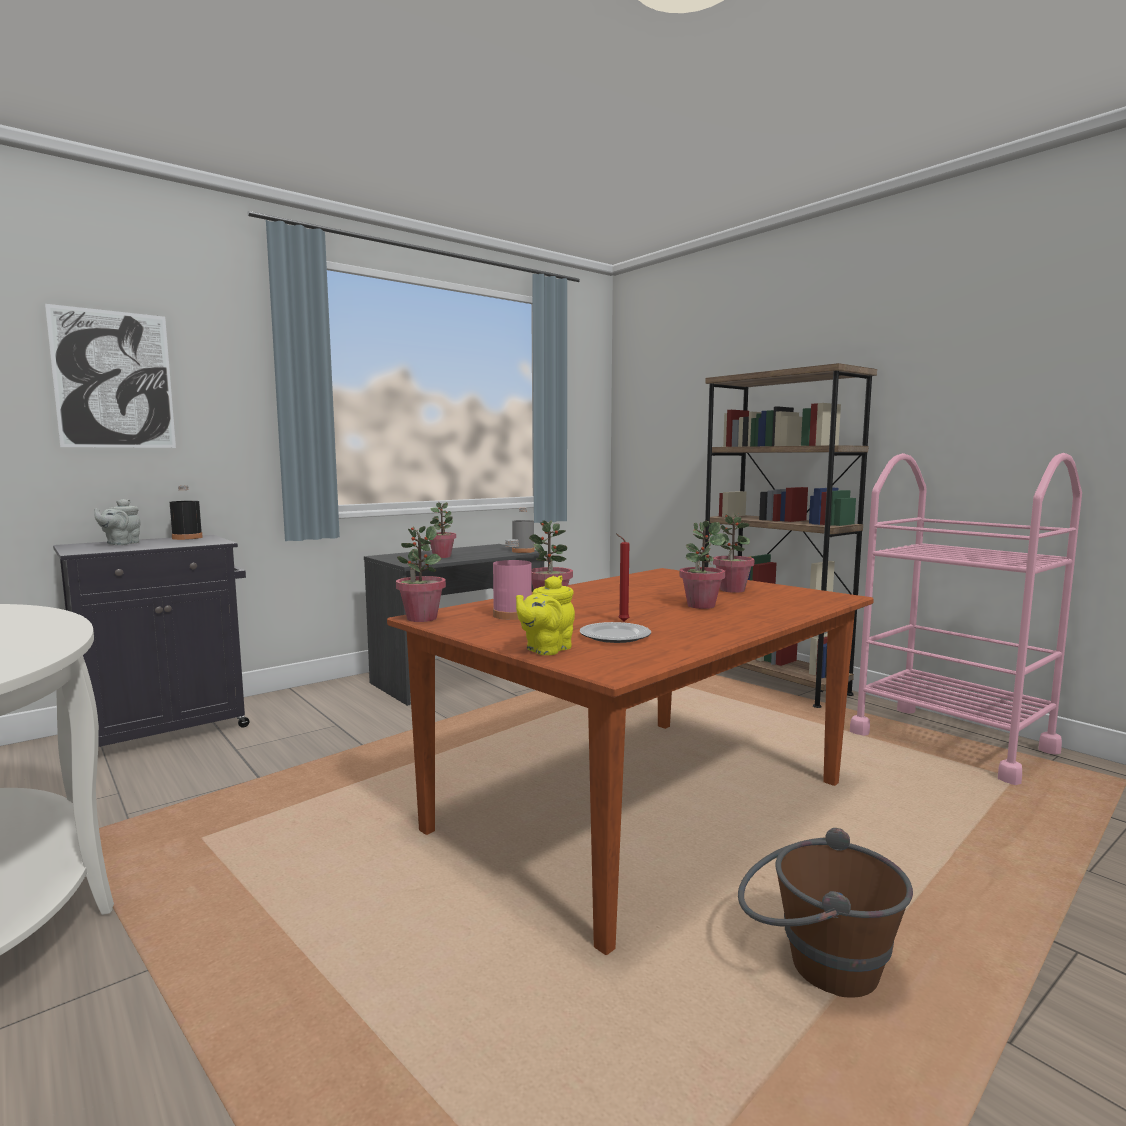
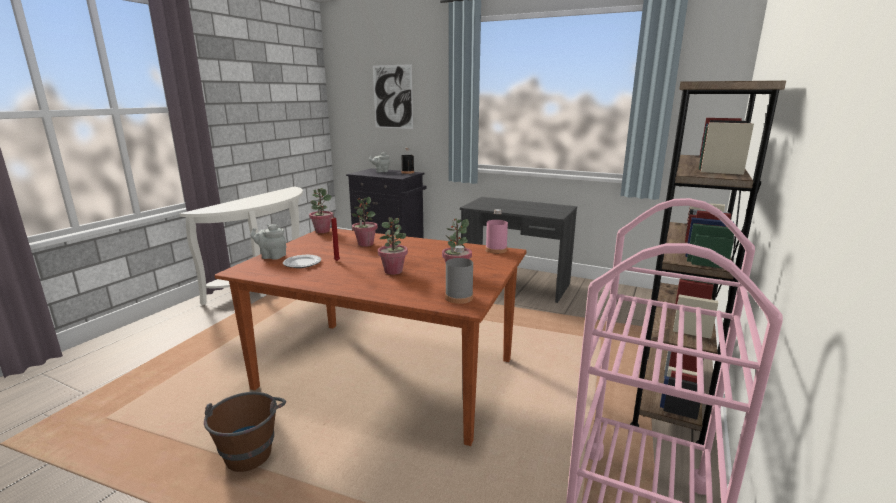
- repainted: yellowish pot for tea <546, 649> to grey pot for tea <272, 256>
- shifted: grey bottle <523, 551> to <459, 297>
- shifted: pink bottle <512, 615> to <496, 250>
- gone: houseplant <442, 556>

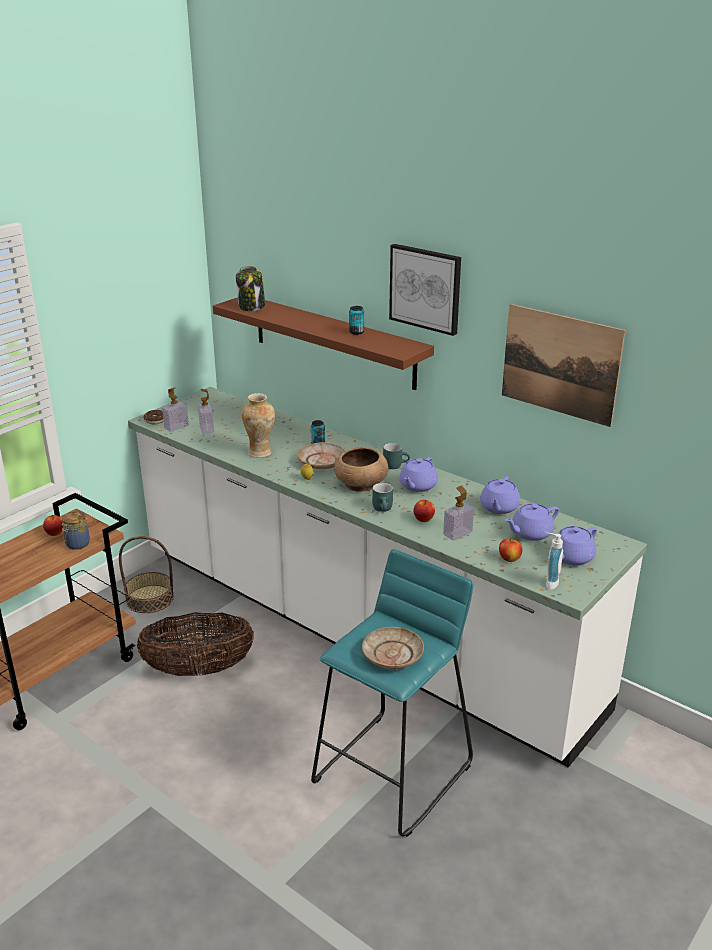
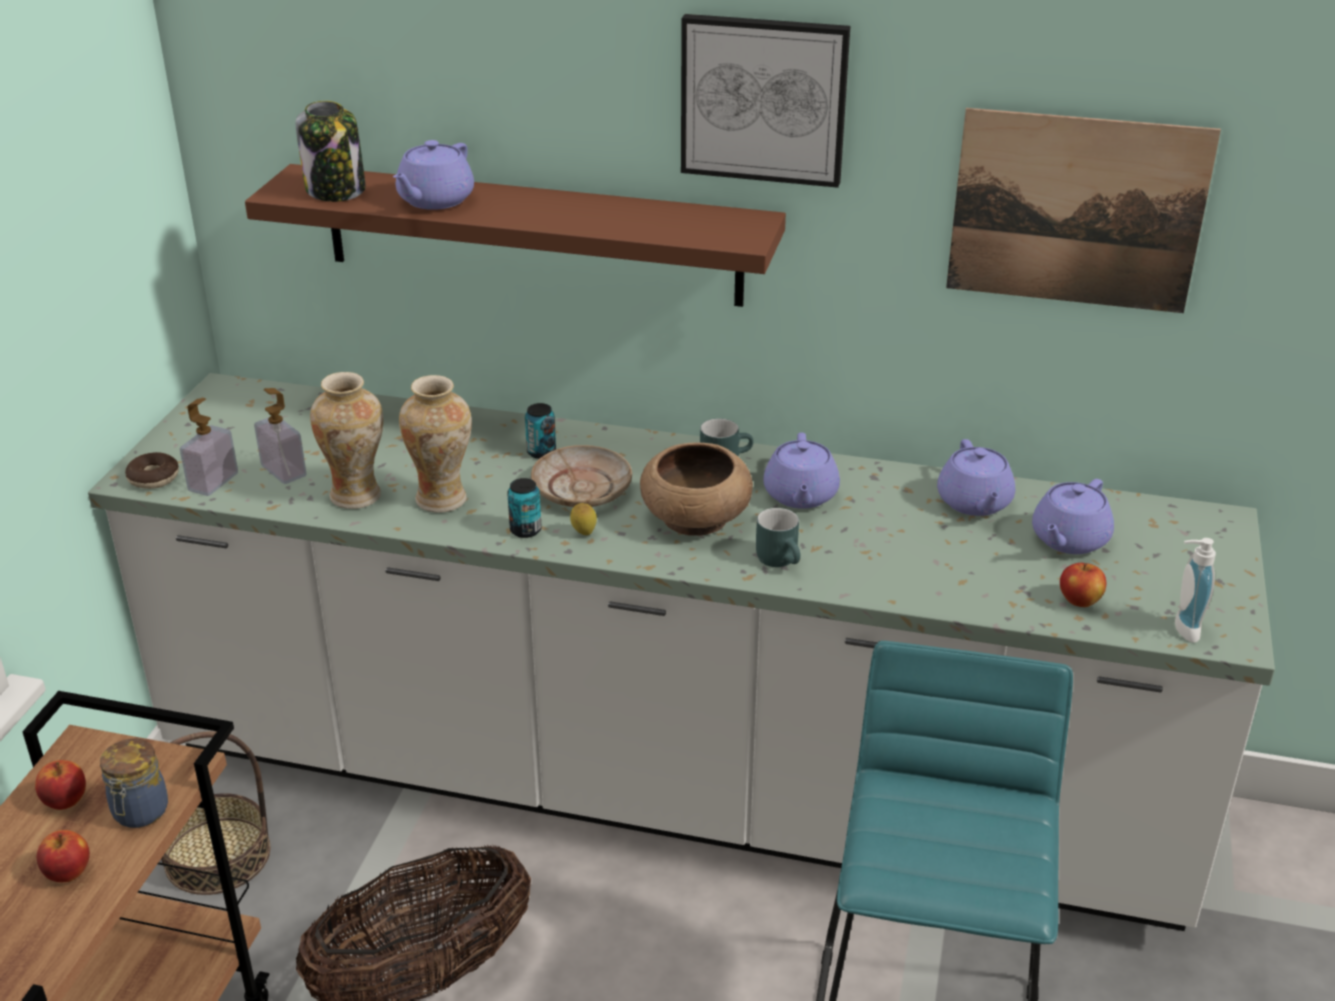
- shifted: apple fruit <423, 519> to <68, 873>
- new: decorative vase <357, 496>
- shifted: purple pot for tea <571, 557> to <434, 201>
- shifted: can <356, 332> to <525, 530>
- gone: beige dinner plate <392, 655>
- gone: liquid soap bottle <457, 533>

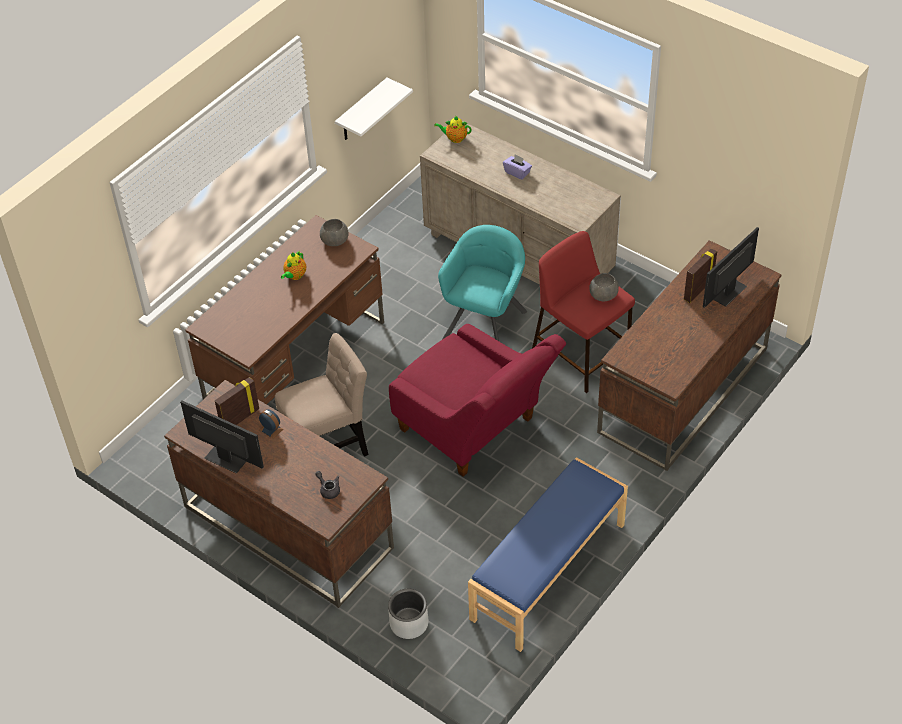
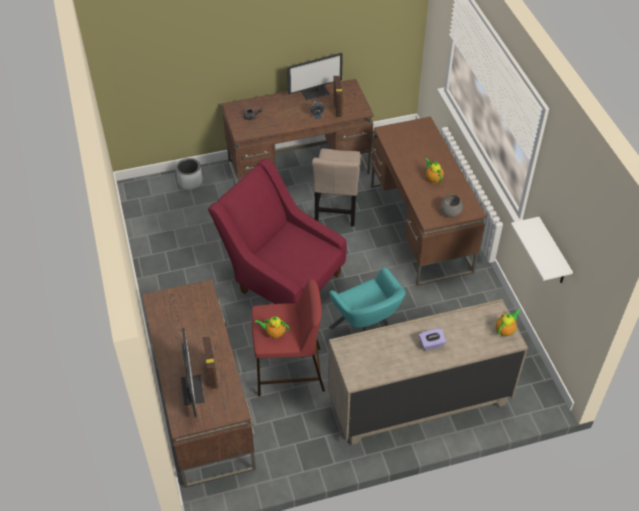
- rotated: red-coloured easy chair <475, 431> = <283, 278> 45 degrees clockwise
- swapped: grey serving bowl <603, 295> to pot for tea <274, 333>
- gone: blue long seat <549, 572>

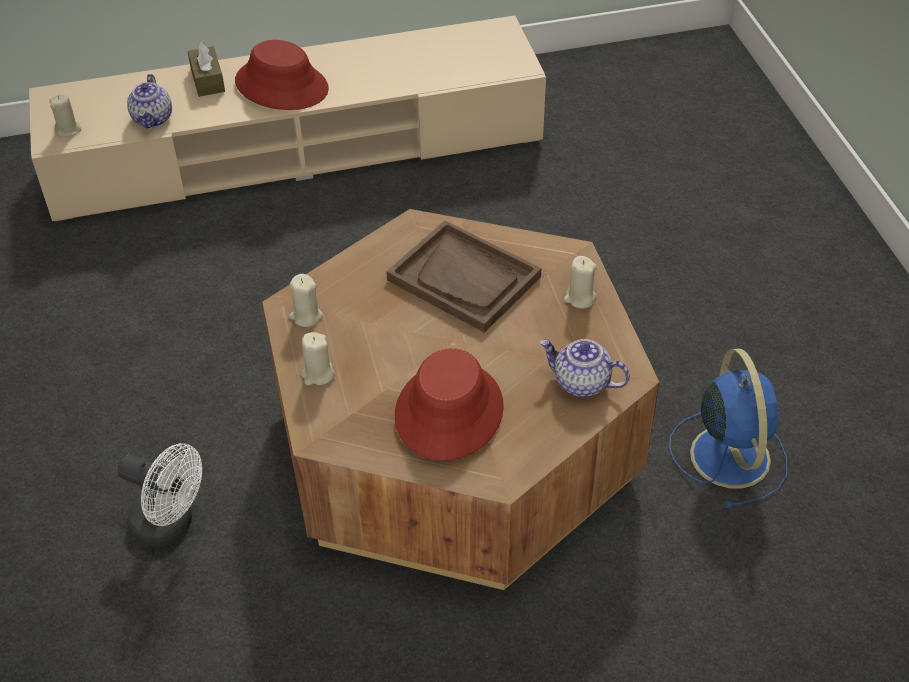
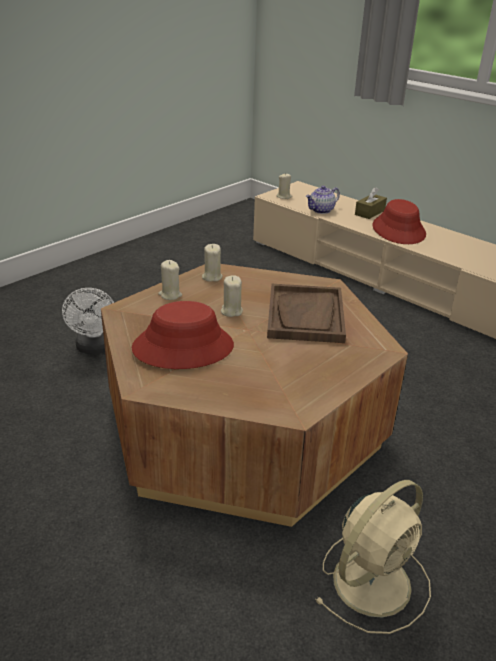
- shifted: beige wax light <579, 298> to <231, 311>
- repainted: blue fan <728, 453> to beige fan <374, 580>
- gone: pot for tea <581, 383>

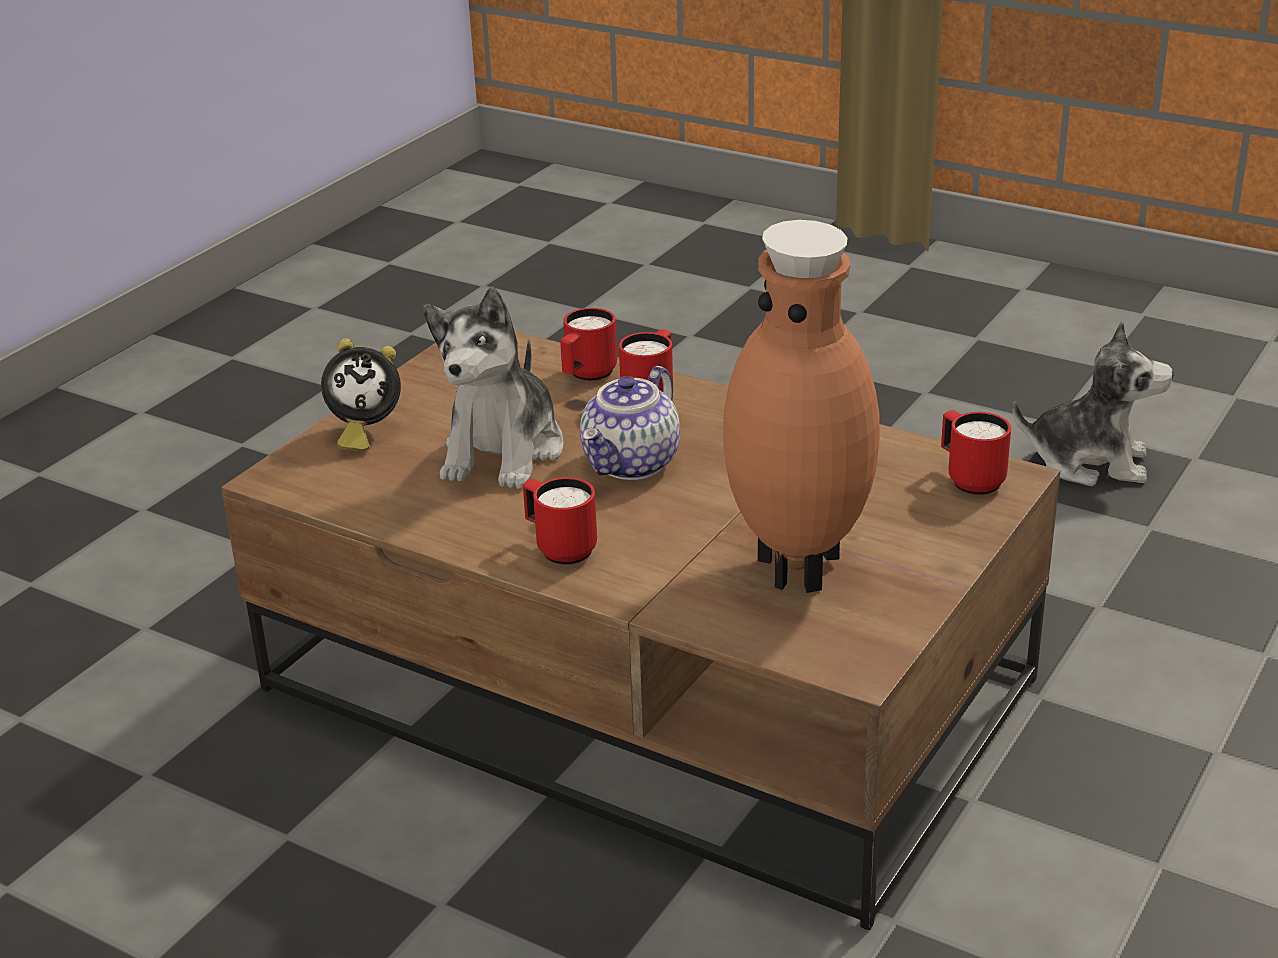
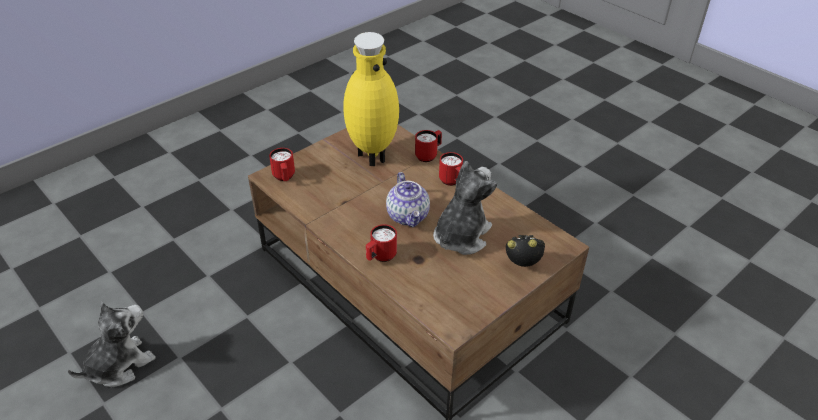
- rotated: soft toy <1089, 462> = <119, 365> 105 degrees clockwise
- repainted: brown-coloured decorative vase <801, 567> to yellowish decorative vase <371, 156>
- rotated: pot for tea <632, 464> = <408, 216> 120 degrees clockwise
- shifted: red-coloured coffee mug <587, 375> to <428, 155>

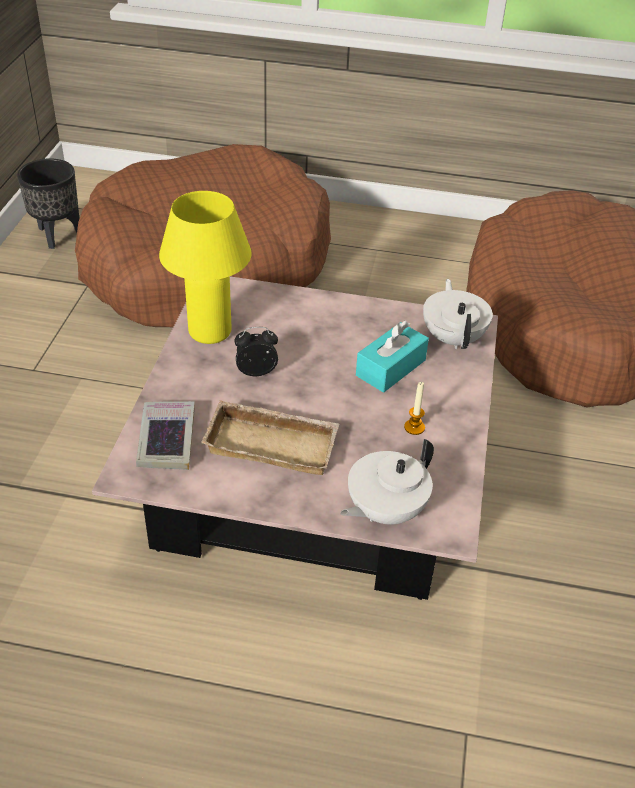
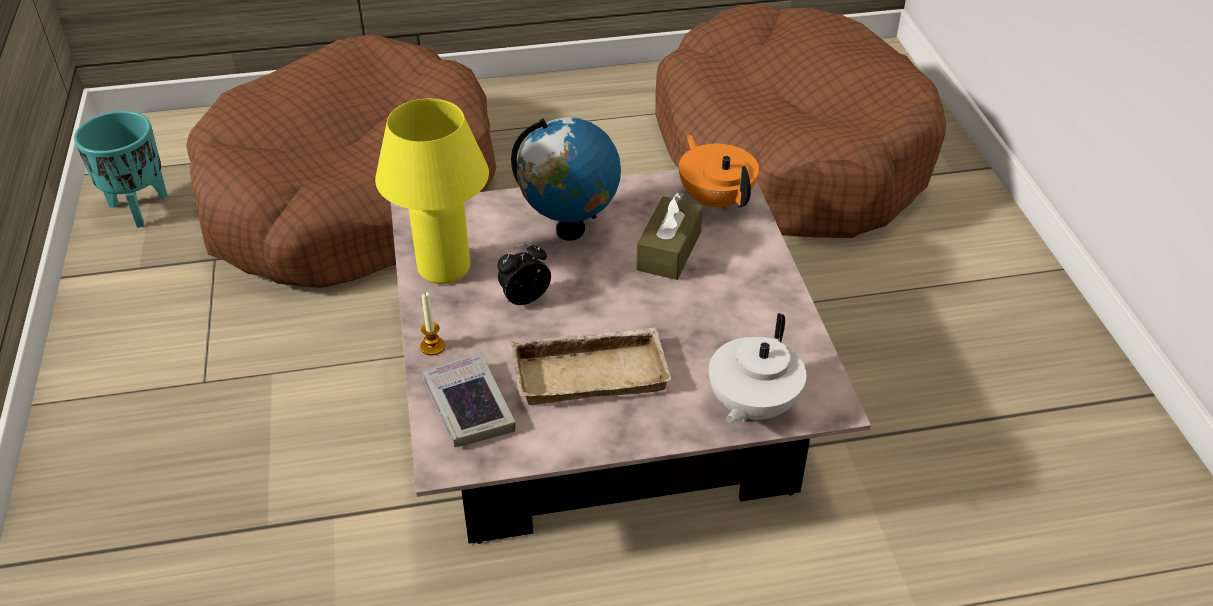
- repainted: black-coloured planter <58, 235> to blue-green planter <140, 208>
- shifted: wax light <414, 427> to <432, 346>
- new: desk globe <570, 230>
- repainted: blue-green tissue holder <390, 368> to brown-coloured tissue holder <669, 250>
- repainted: white pot for tea <453, 338> to orange-coloured pot for tea <716, 199>

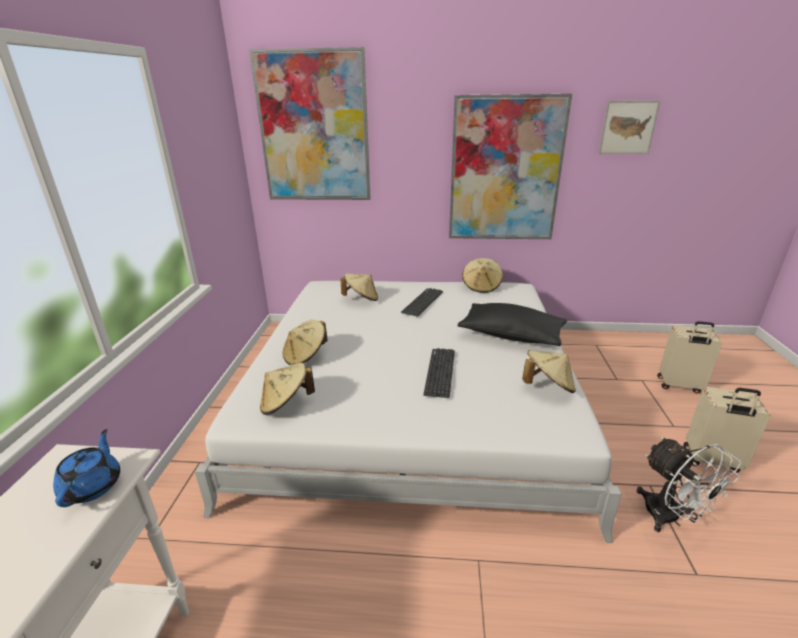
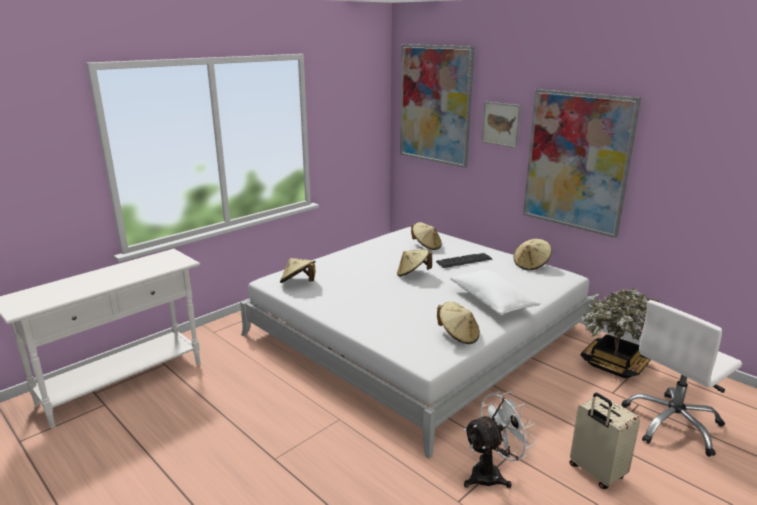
- shifted: beige wearable hat <305, 356> to <412, 274>
- repainted: black-coloured pillow <511, 336> to white pillow <492, 302>
- rotated: white fan <670, 518> = <492, 474> 135 degrees counterclockwise
- shifted: wall picture <628, 127> to <501, 124>
- new: houseplant <613, 364>
- swapped: beige travel case <679, 385> to white desk chair <673, 424>
- gone: blue pot for tea <93, 486>
- gone: keyboard <440, 372>

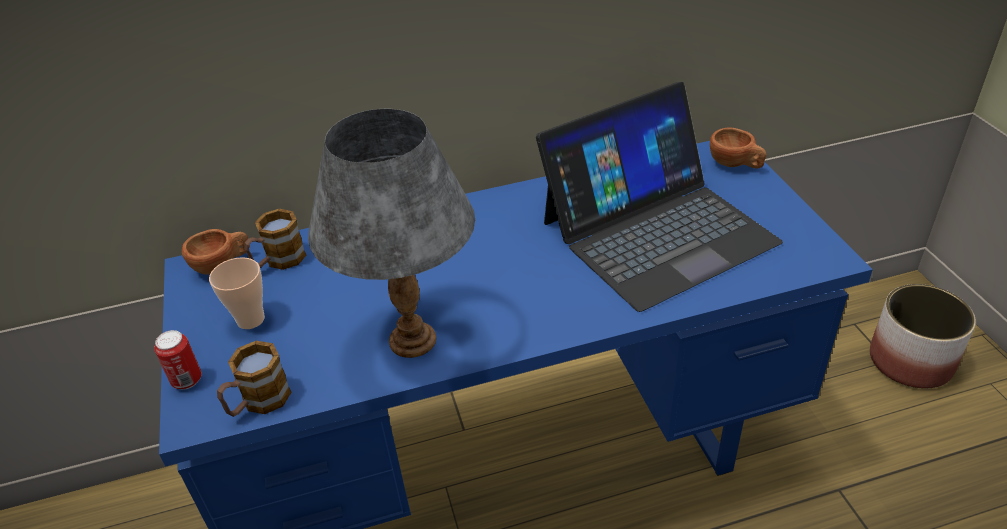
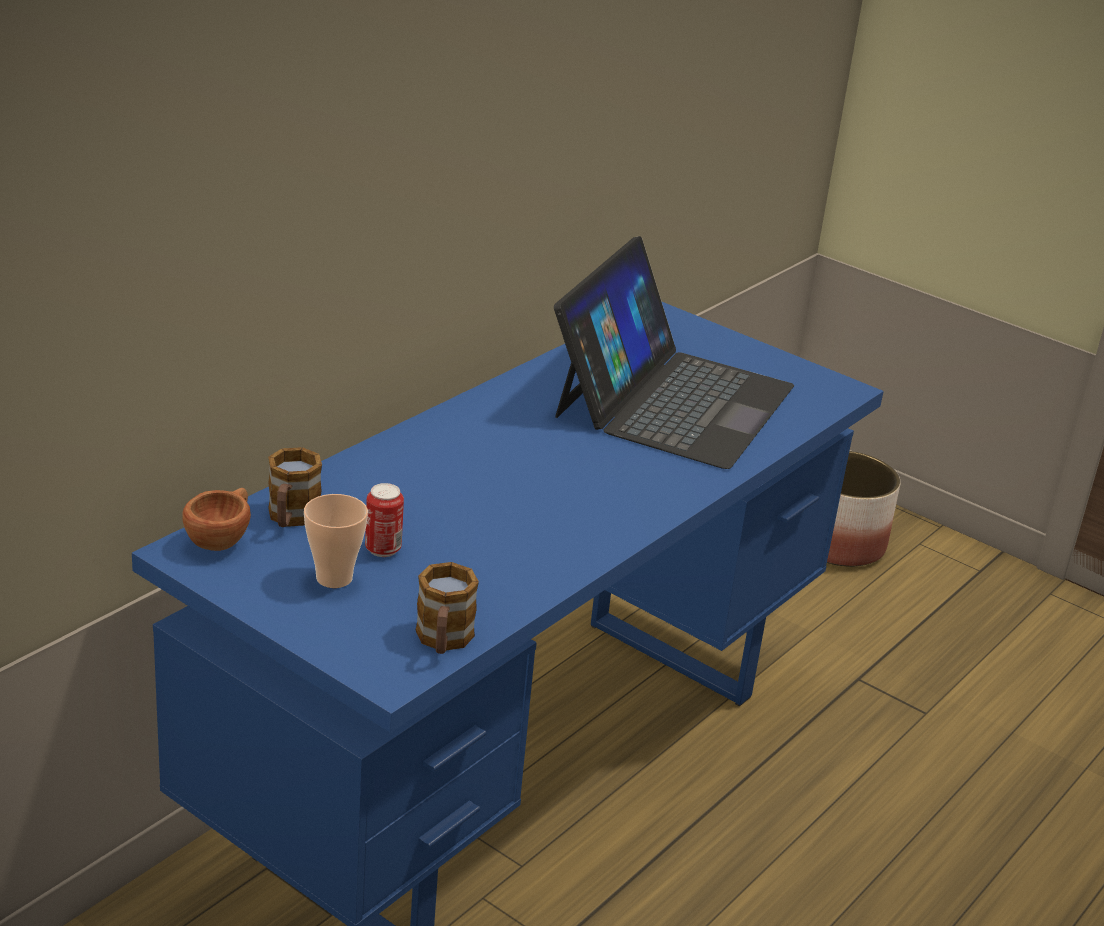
- shifted: can <187, 380> to <383, 549>
- gone: grey tabletop lamp <412, 339>
- gone: brown-coloured small cup <735, 164>

